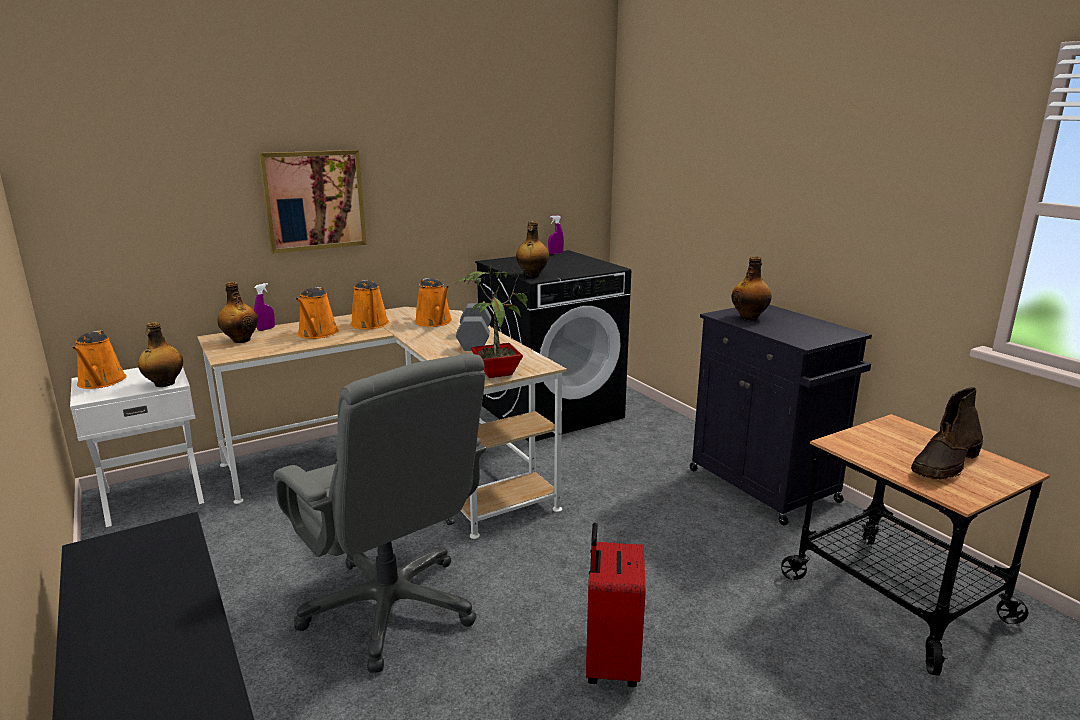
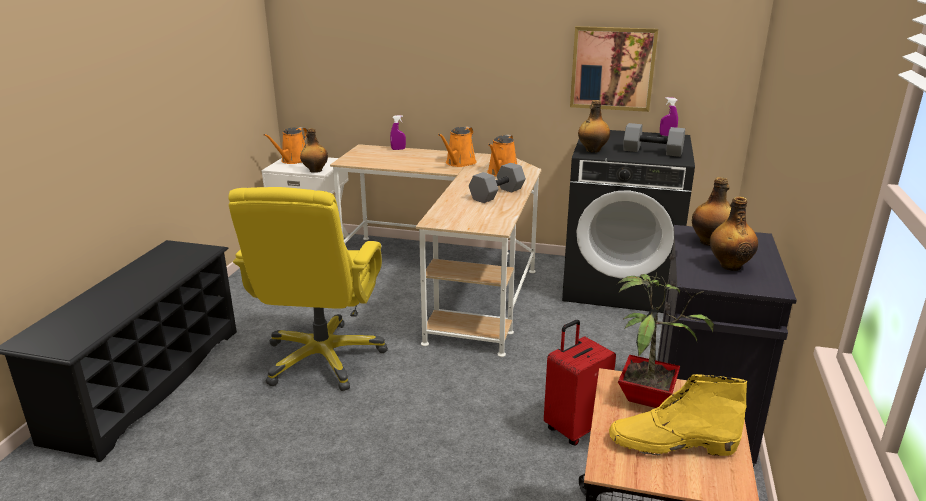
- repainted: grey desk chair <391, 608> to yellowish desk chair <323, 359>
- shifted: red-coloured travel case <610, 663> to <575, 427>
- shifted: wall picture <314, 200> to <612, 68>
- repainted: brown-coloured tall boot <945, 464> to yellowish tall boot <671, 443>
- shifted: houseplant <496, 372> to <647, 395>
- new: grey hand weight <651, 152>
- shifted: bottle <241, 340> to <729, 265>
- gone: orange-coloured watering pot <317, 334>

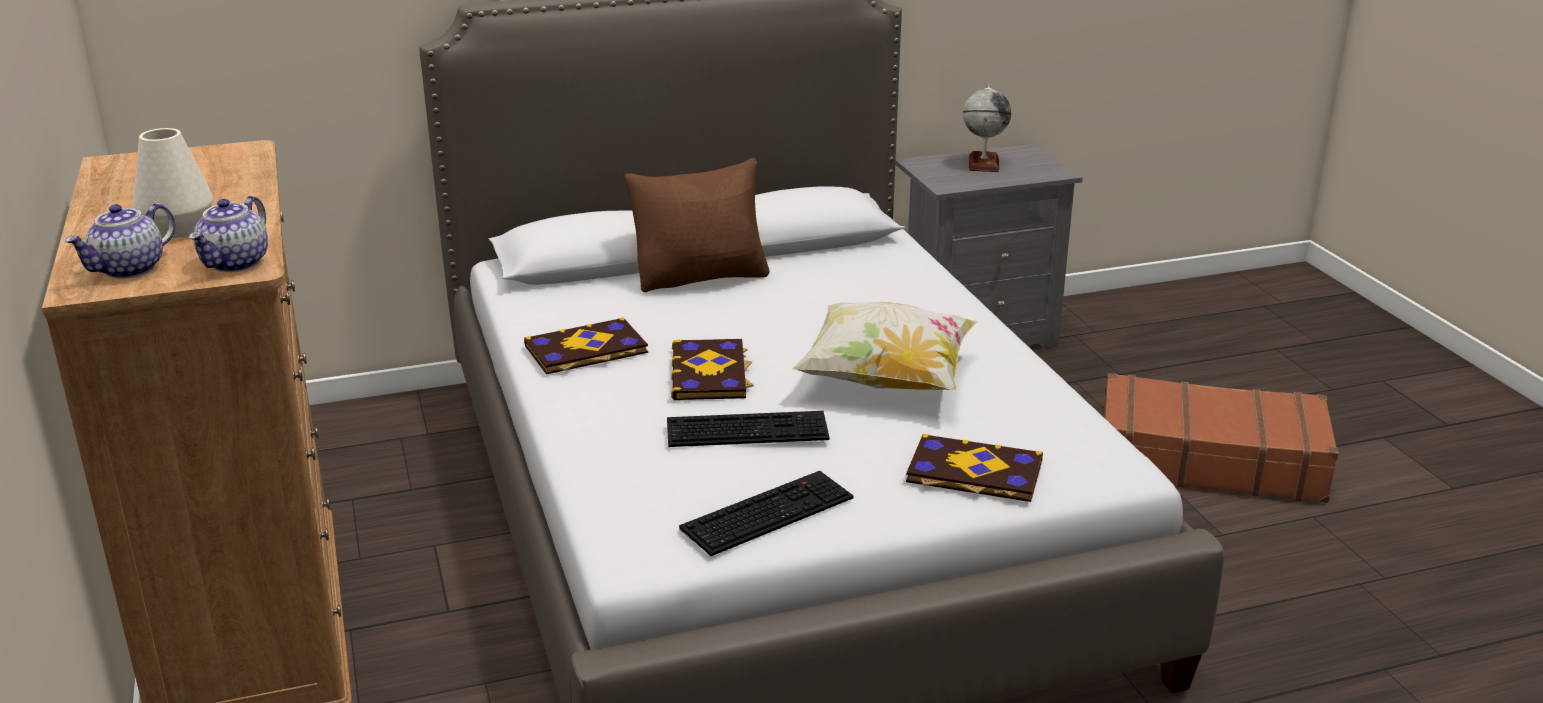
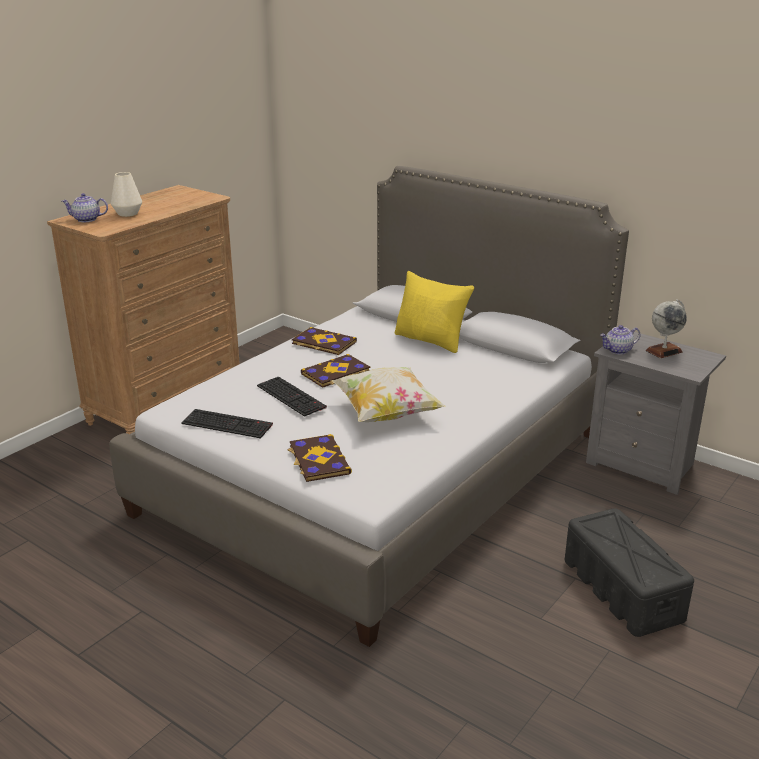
- repainted: brown-coloured pillow <701, 277> to yellowish pillow <431, 340>
- swapped: brown-coloured travel case <1209, 459> to black-coloured storage bin <621, 589>
- shifted: pot for tea <236, 263> to <618, 350>

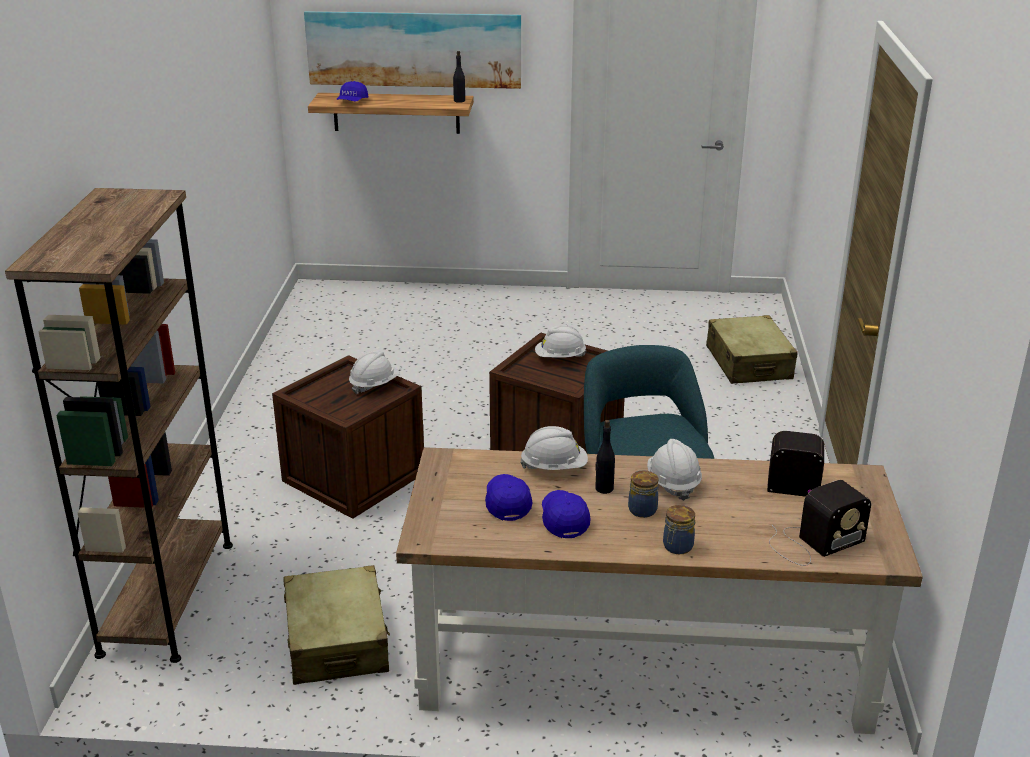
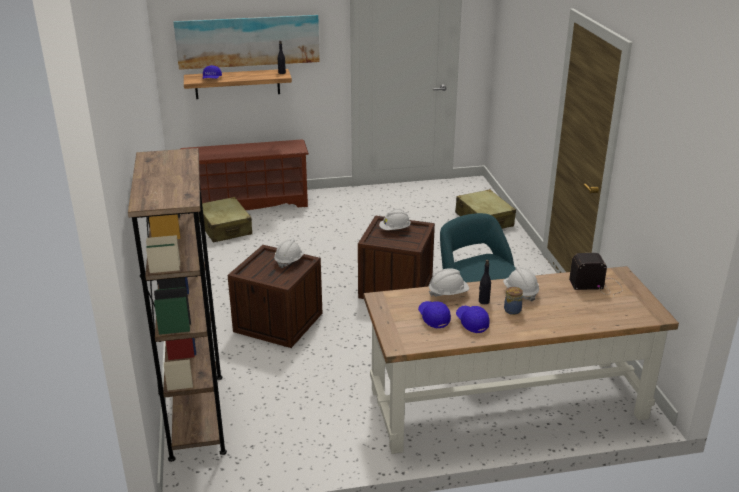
- new: brown-coloured shoe rack <248, 203>
- shifted: beige travel case <337, 641> to <225, 228>
- gone: preserve jar <677, 547>
- gone: radio <813, 543>

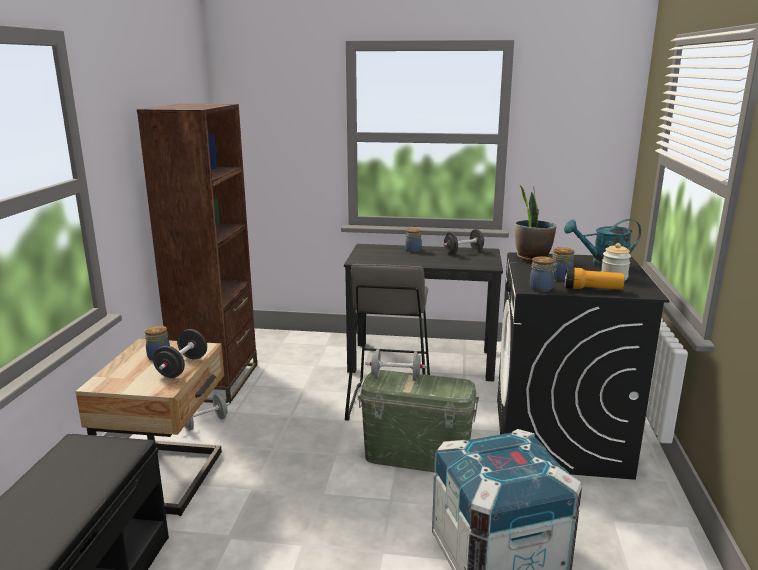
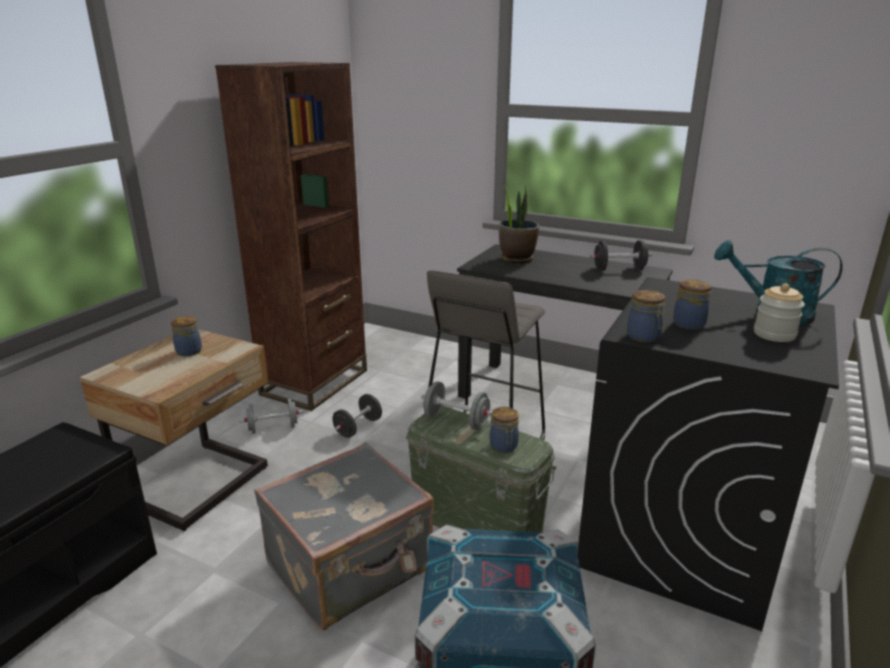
- new: grey travel case <351, 568>
- shifted: black-coloured hand weight <182, 367> to <358, 427>
- shifted: preserve jar <414, 250> to <504, 446>
- shifted: houseplant <532, 258> to <516, 259>
- gone: torch <592, 289>

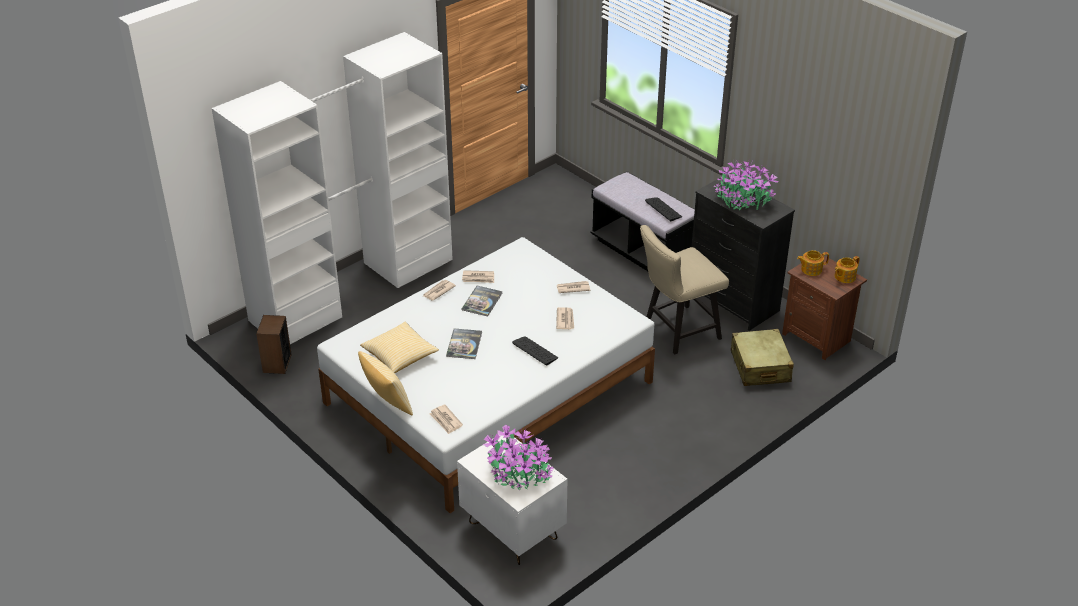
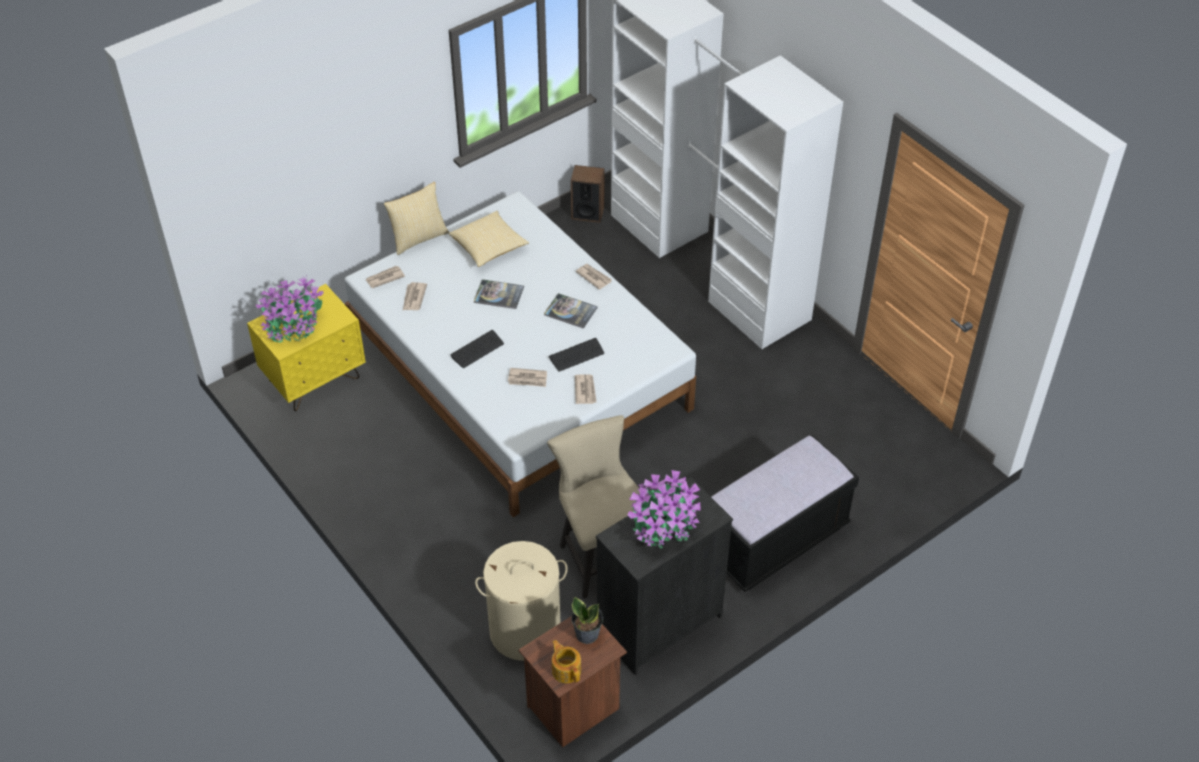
- repainted: white night table <512, 531> to yellowish night table <315, 380>
- shifted: newspaper <478, 278> to <414, 298>
- swapped: beige travel case <760, 367> to beige washing basket <524, 631>
- shifted: keyboard <663, 209> to <576, 355>
- swapped: pot for tea <810, 269> to houseplant <587, 633>

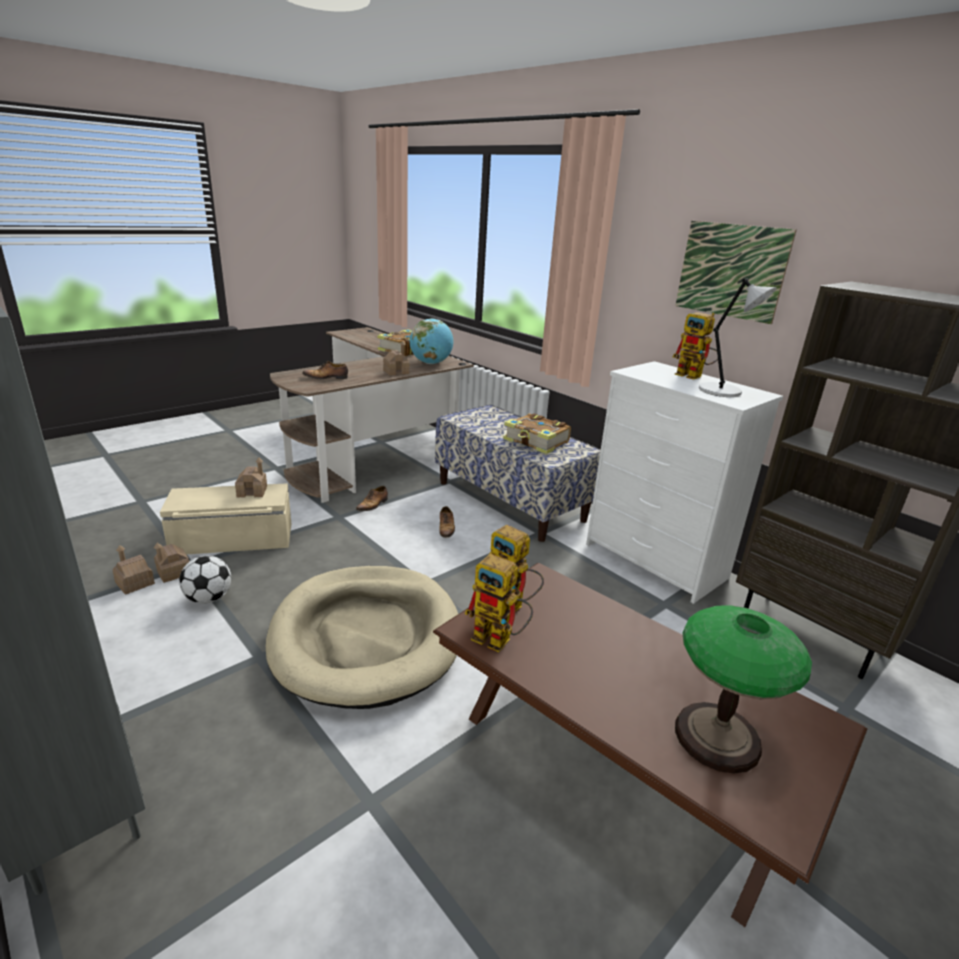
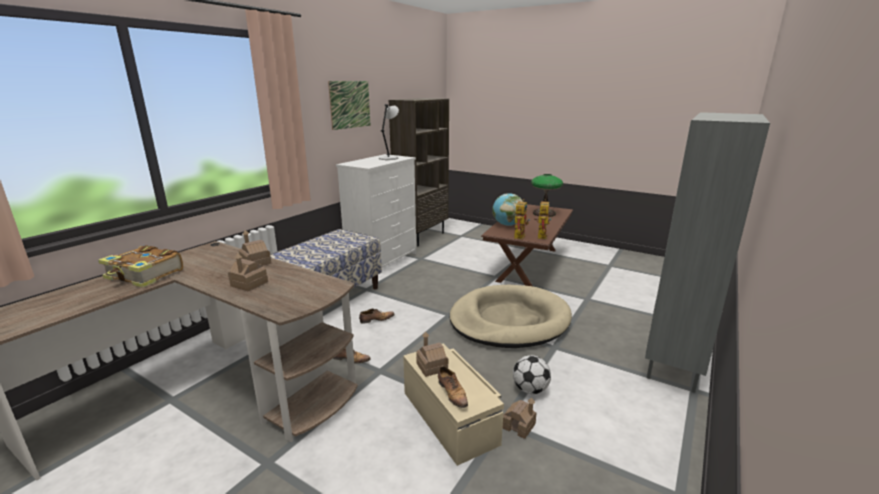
- shifted: model house <135, 583> to <249, 284>
- shifted: low shoe <326, 378> to <452, 393>
- shifted: desk globe <431, 363> to <507, 225>
- gone: volume <536, 442>
- gone: model robot <694, 376>

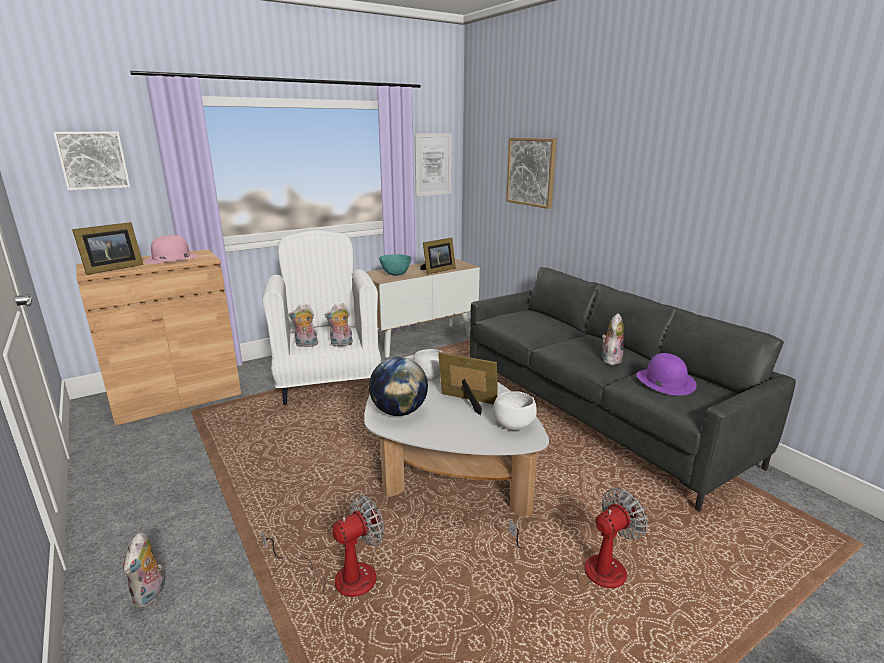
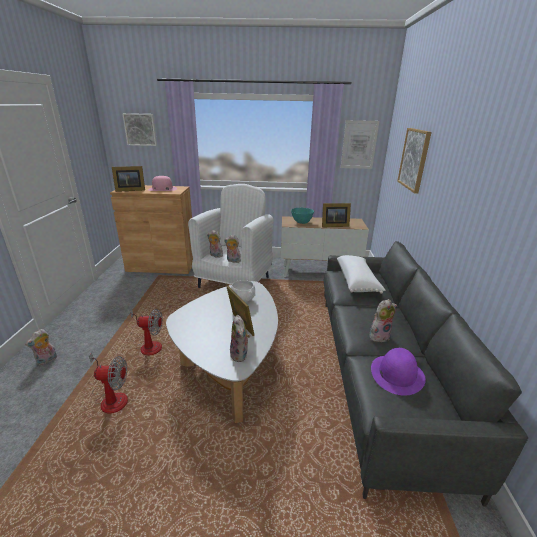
- shifted: fan <588, 569> to <148, 344>
- swapped: white serving bowl <513, 425> to soft toy <240, 355>
- new: white pillow <357, 281>
- gone: desk globe <399, 411>

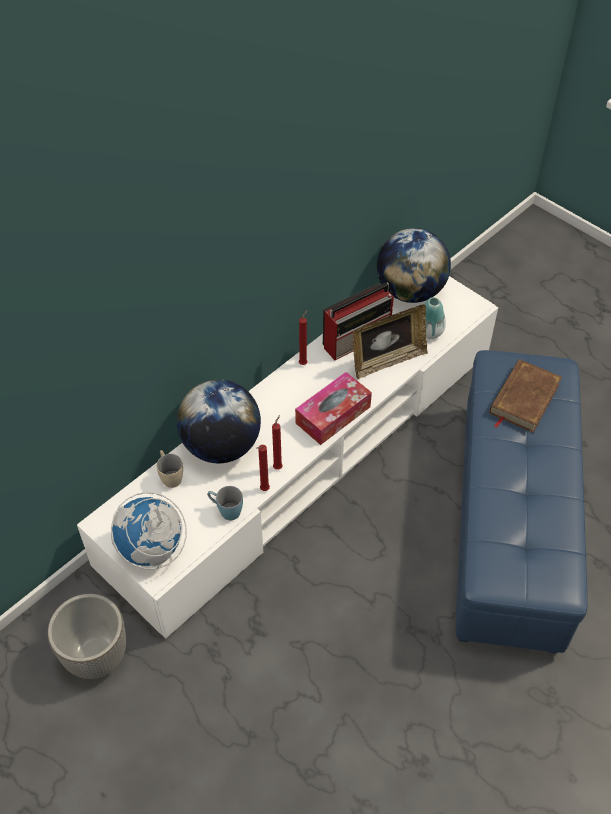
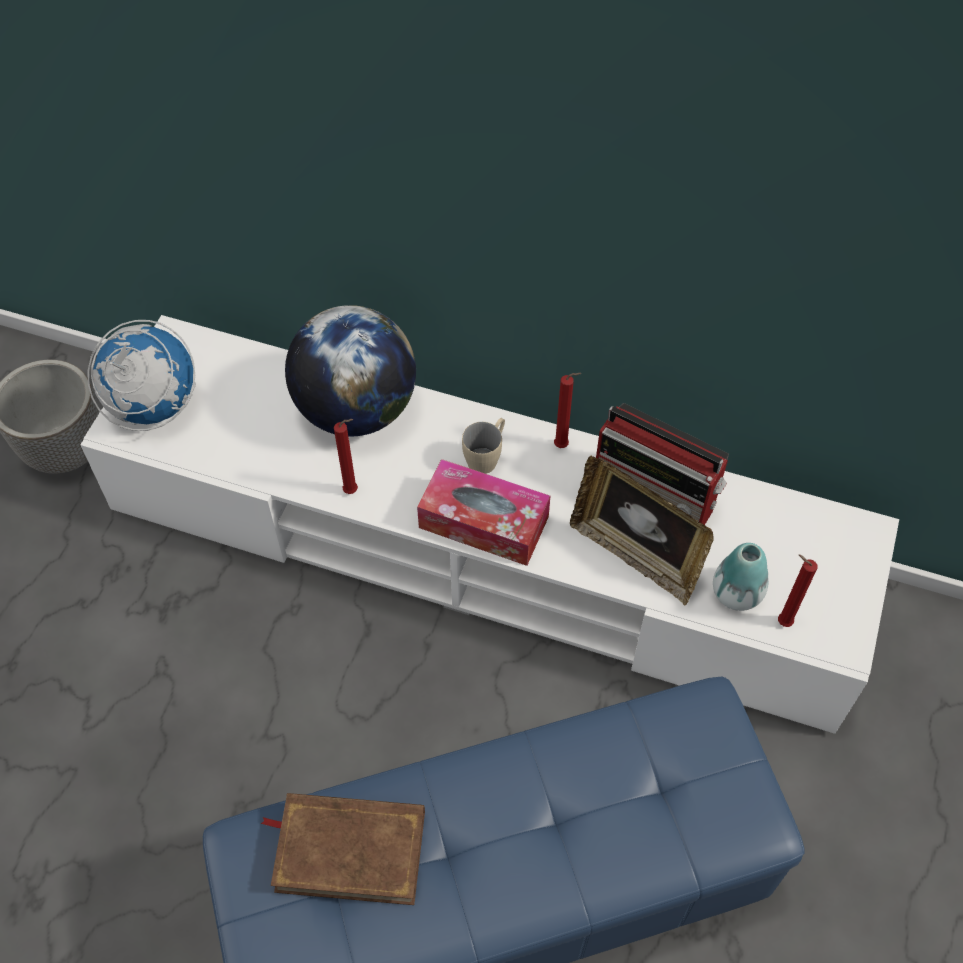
- shifted: brown-coloured volume <523, 399> to <350, 850>
- shifted: beige coffee mug <170, 476> to <486, 456>
- shifted: red-coloured wax light <263, 490> to <781, 621>
- gone: blue coffee mug <226, 510>
- gone: desk globe <410, 291>

